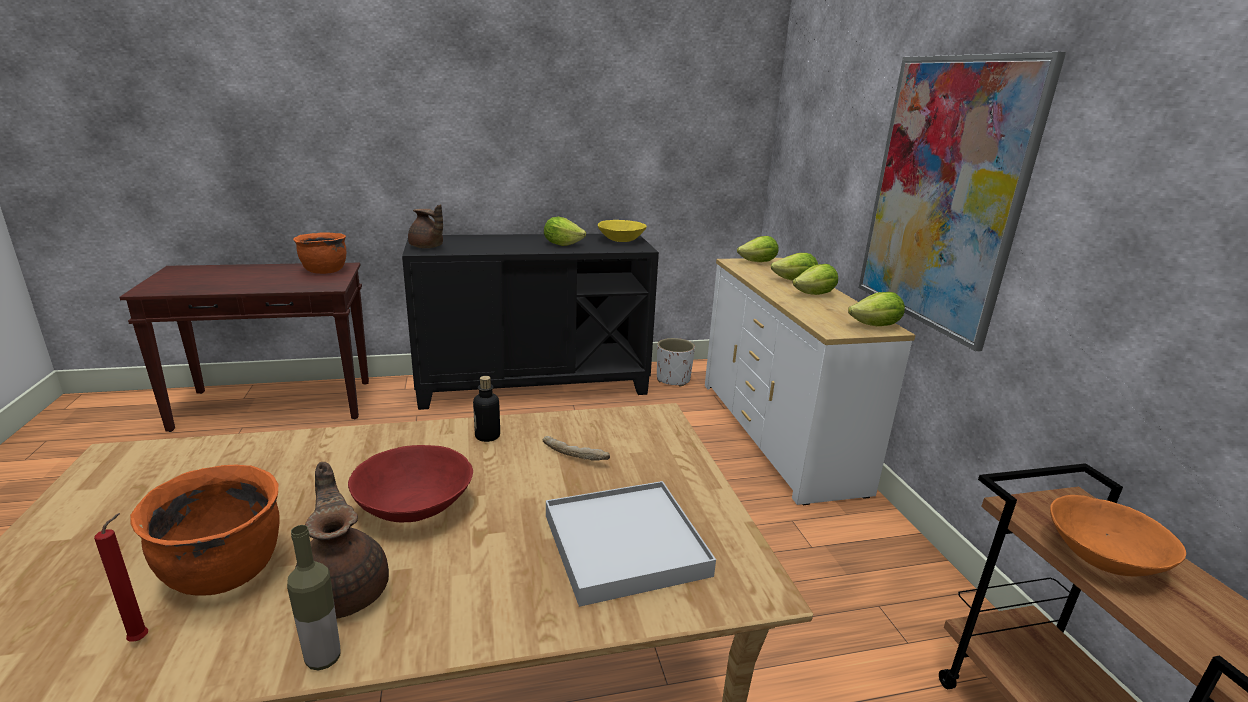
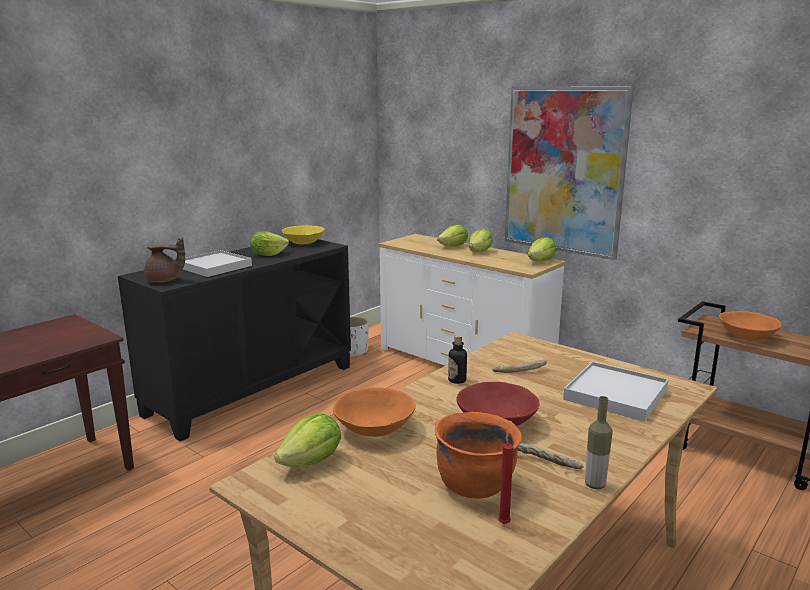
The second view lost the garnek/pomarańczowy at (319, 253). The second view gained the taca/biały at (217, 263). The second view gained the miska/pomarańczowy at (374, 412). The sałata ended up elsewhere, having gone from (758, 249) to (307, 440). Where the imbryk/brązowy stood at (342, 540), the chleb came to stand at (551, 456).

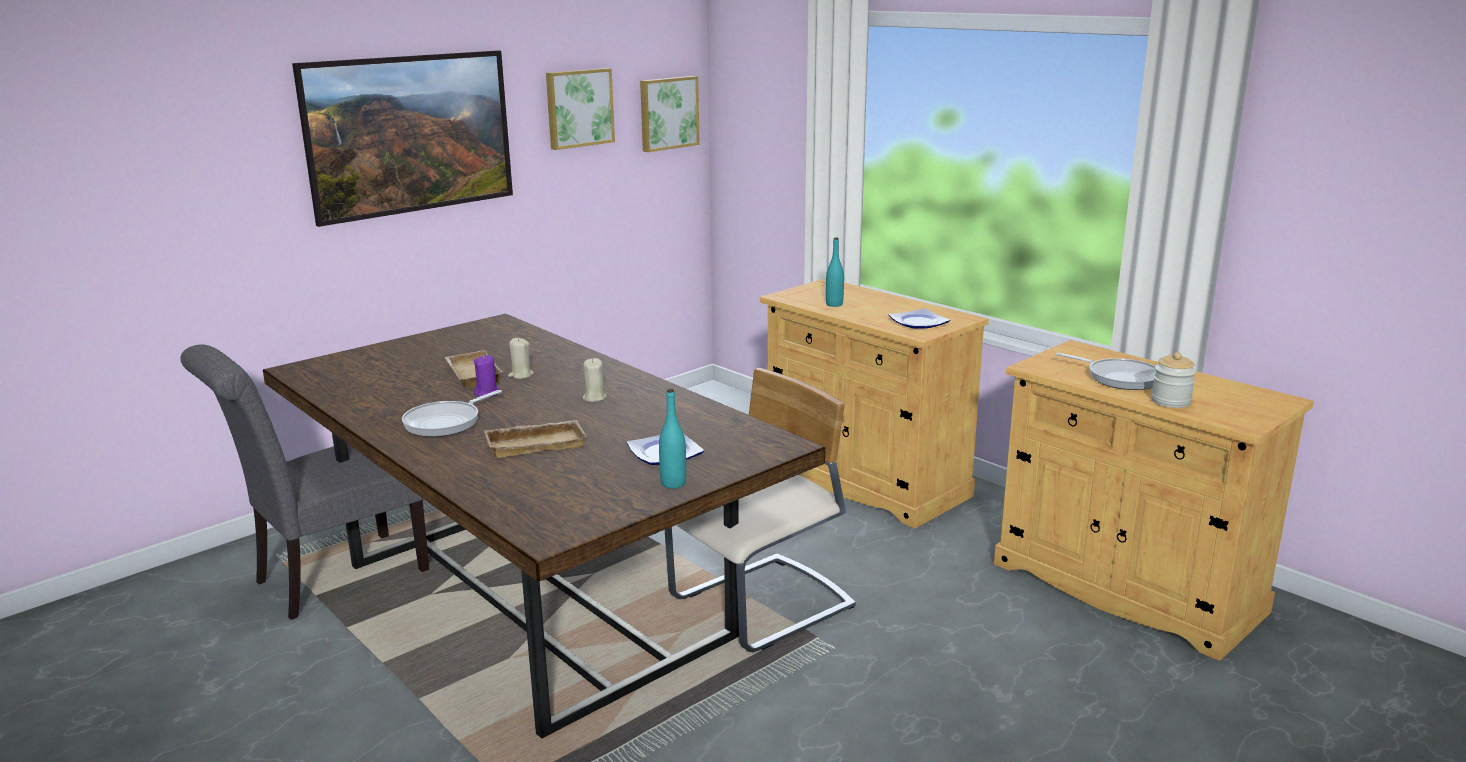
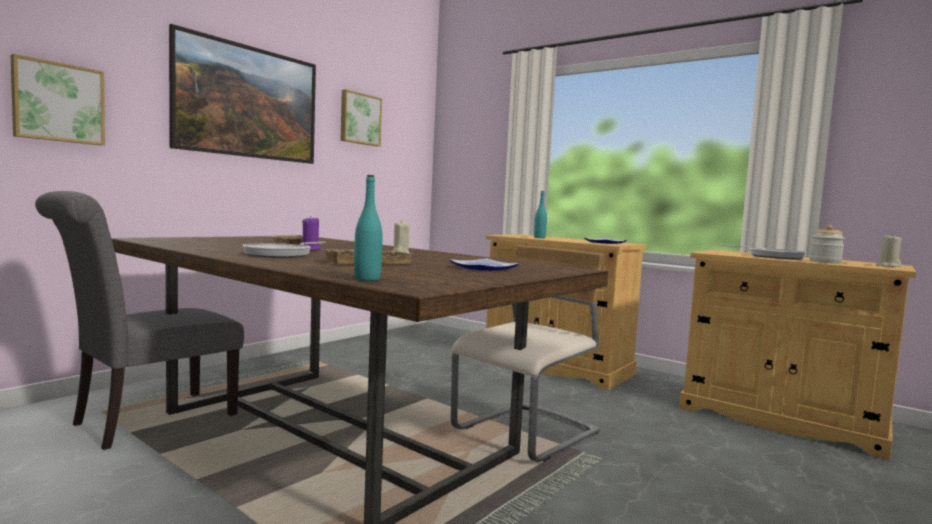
The świeca/beżowy ended up elsewhere, having gone from (521, 358) to (889, 250). The obraz ended up elsewhere, having gone from (670, 114) to (58, 99). The butelka/turkusowy ended up elsewhere, having gone from (672, 439) to (368, 228).

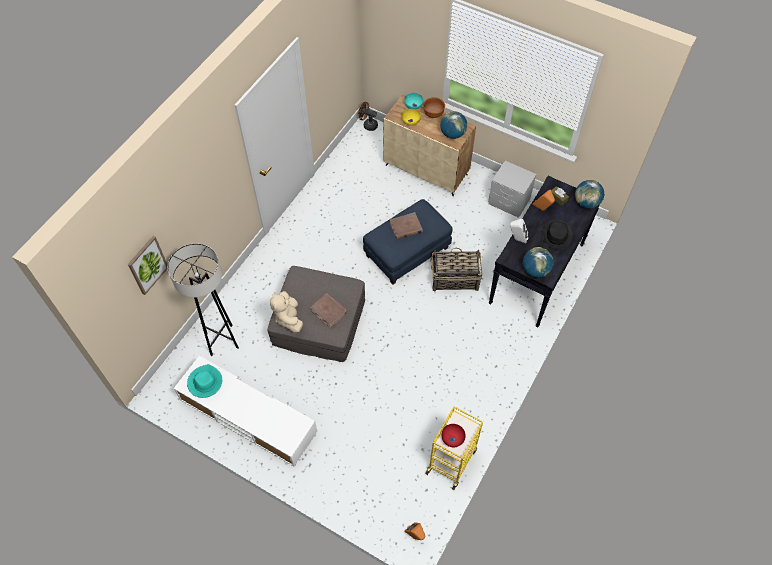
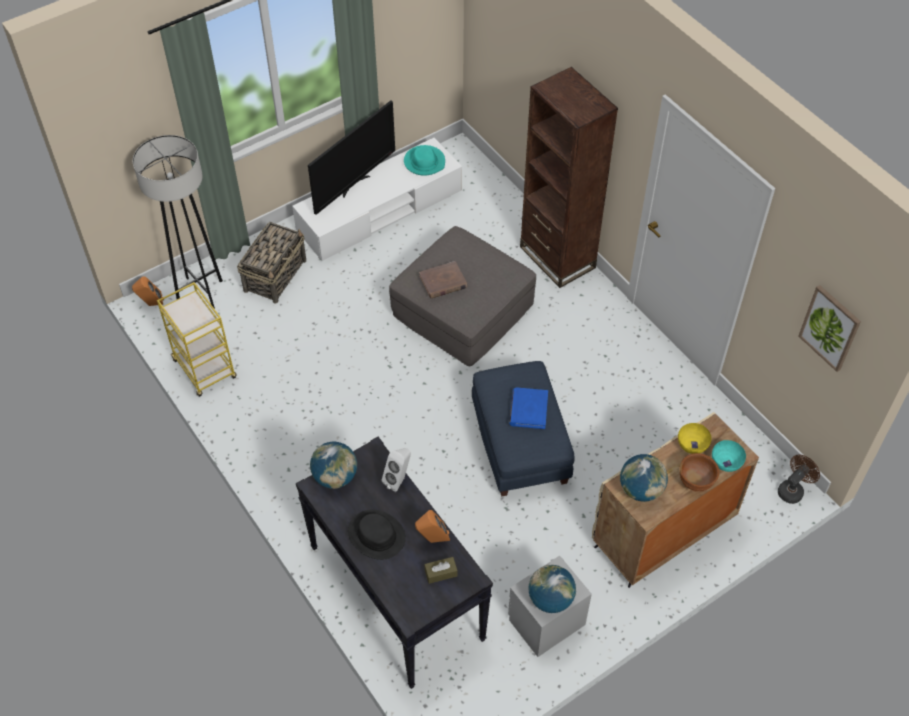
The second view lost the pluszak/beżowy at (286, 312). The second view lost the miska/czerwony at (453, 435). The second view gained the telewizor at (351, 157). The second view gained the regał/brązowy at (569, 177). The obraz ended up elsewhere, having gone from (148, 265) to (829, 328). The lampa stojąca/szary ended up elsewhere, having gone from (203, 299) to (178, 222). The koszyk ended up elsewhere, having gone from (456, 269) to (271, 263). The globus ended up elsewhere, having gone from (589, 194) to (552, 589). What was the książka/brązowy at (406, 226) turned into the książka/niebieski at (528, 408).

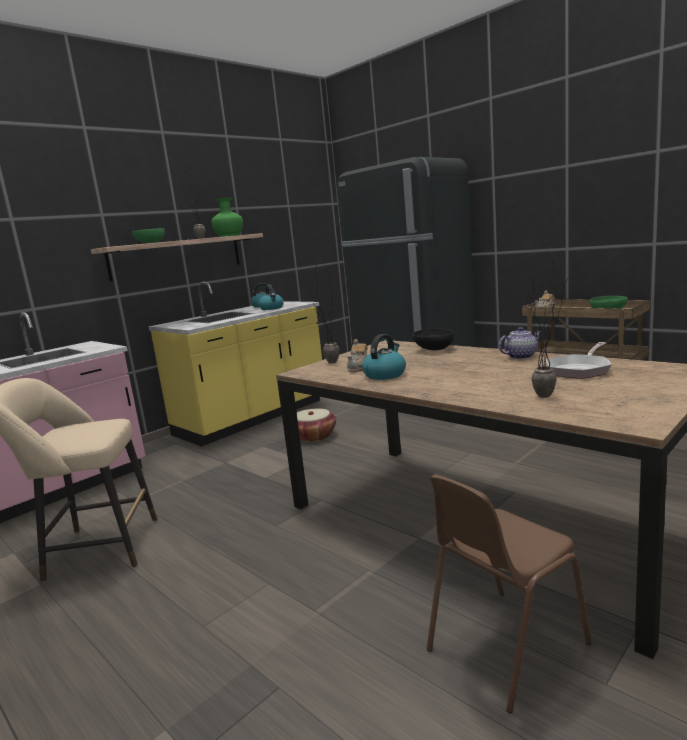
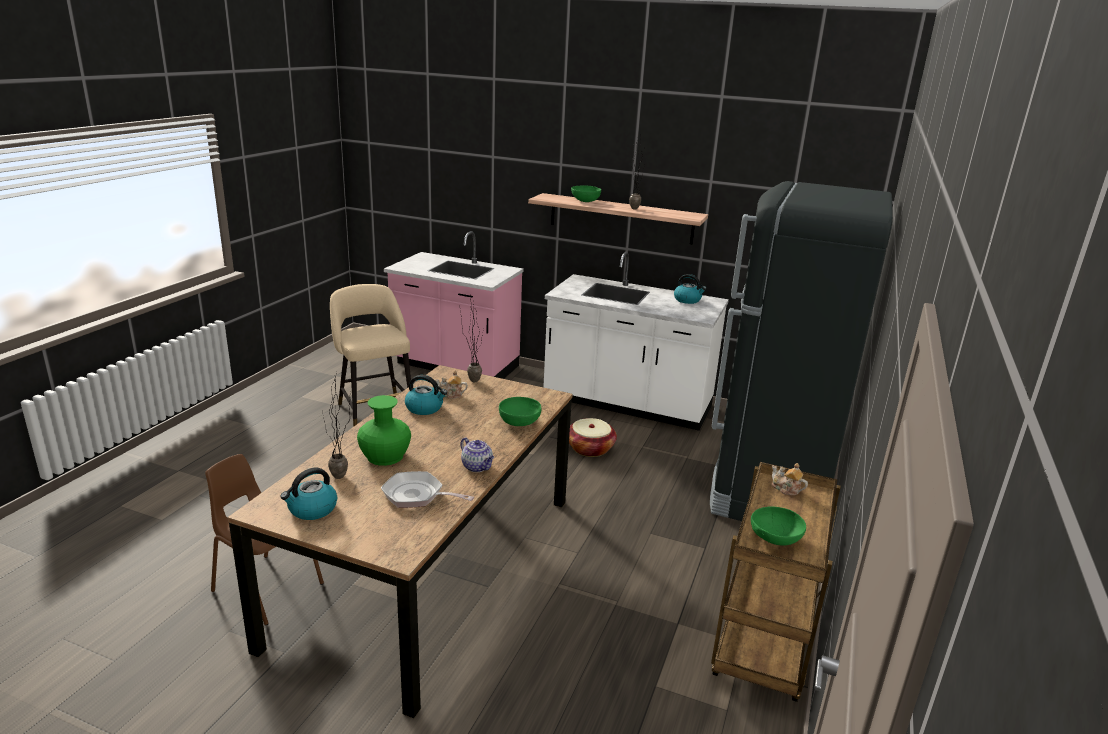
The wazon/zielony ended up elsewhere, having gone from (227, 217) to (384, 430). The czajnik ended up elsewhere, having gone from (271, 297) to (308, 493). What was the zabudowa kuchenna/żółty at (235, 364) turned into the zabudowa kuchenna/biały at (636, 341). What was the miska/czarny at (433, 339) turned into the miska/zielony at (520, 411).

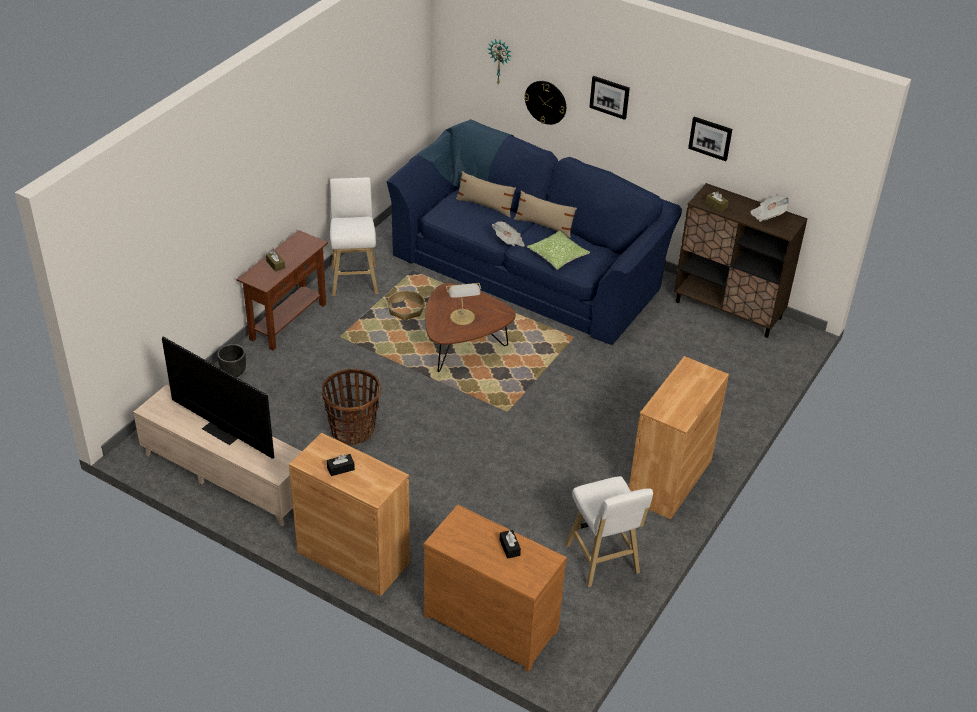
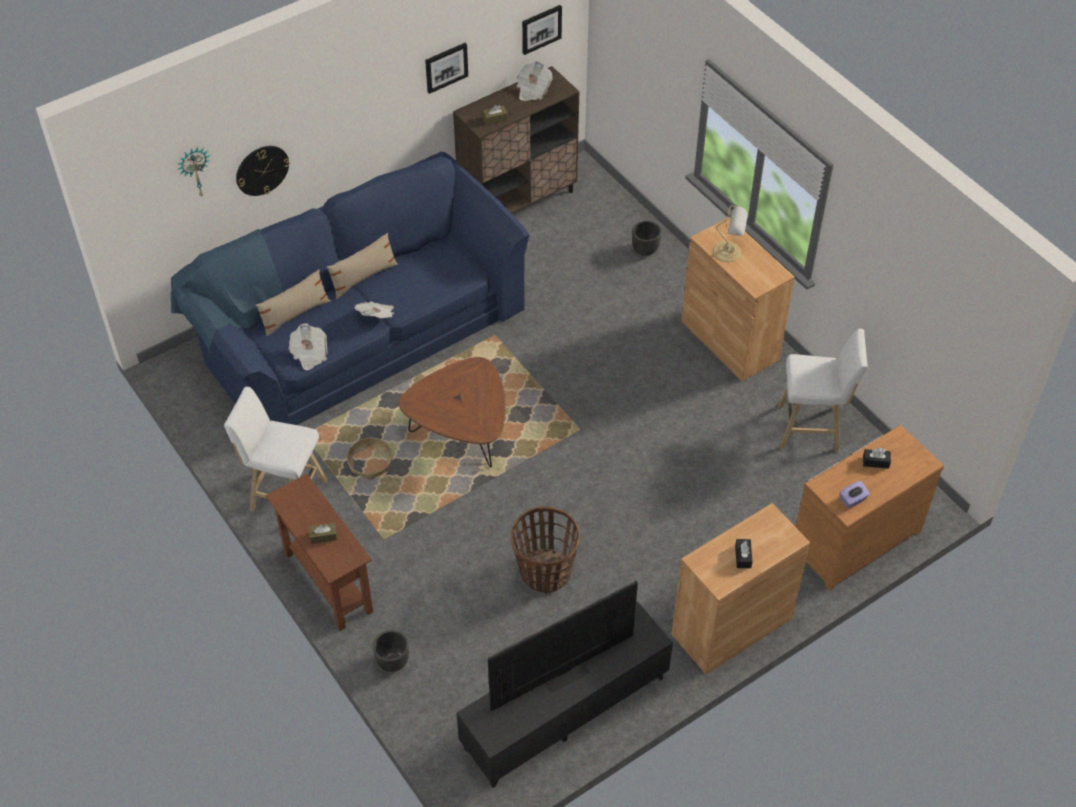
The second view lost the poduszka at (558, 250). The second view gained the gazeta at (308, 346). The second view gained the donica/czarny at (646, 238). The second view gained the pudełko chusteczek/fioletowy at (854, 494). The lampa stołowa ended up elsewhere, having gone from (463, 304) to (730, 234). The obraz ended up elsewhere, having gone from (609, 98) to (542, 30). What was the szafka pod telewizor/beżowy at (217, 455) turned into the szafka pod telewizor/czarny at (565, 694).

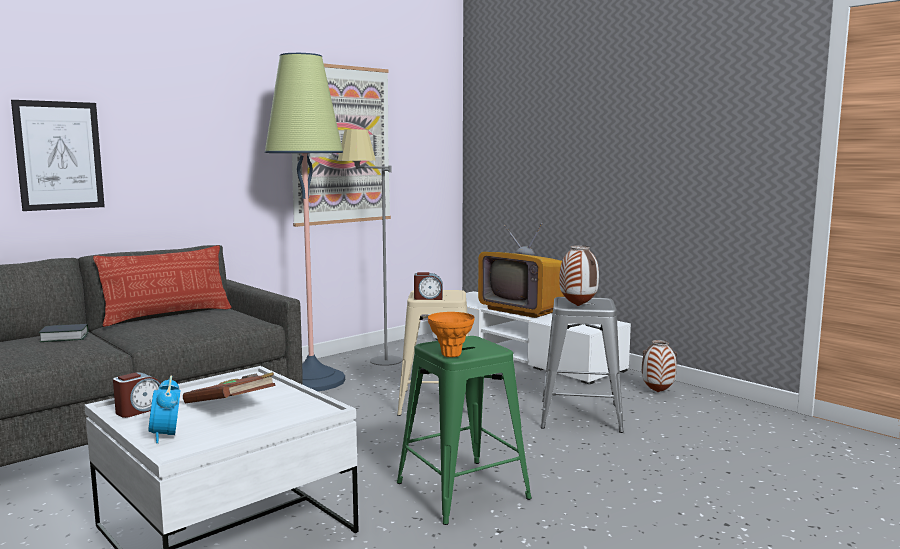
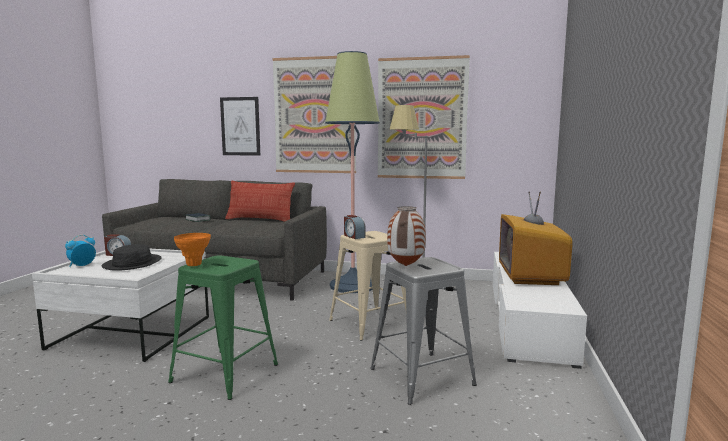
The second view lost the wazon at (659, 366). The second view gained the obraz at (314, 114). Where the książka/brązowy stood at (229, 387), the kapelusz/czarny came to stand at (131, 257).

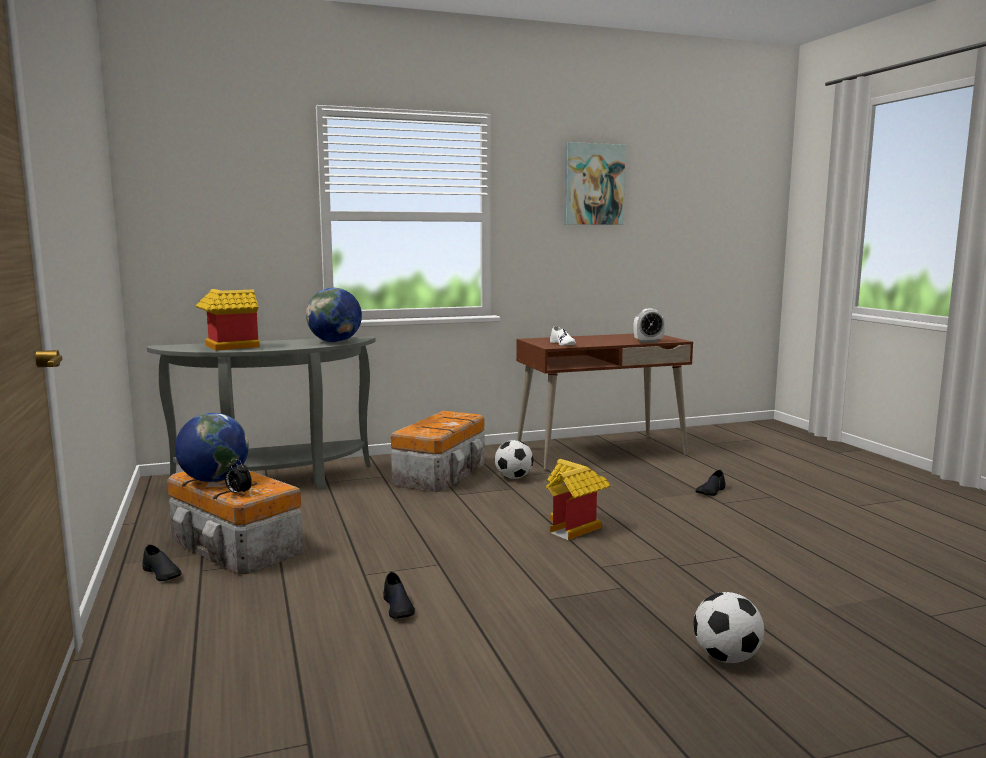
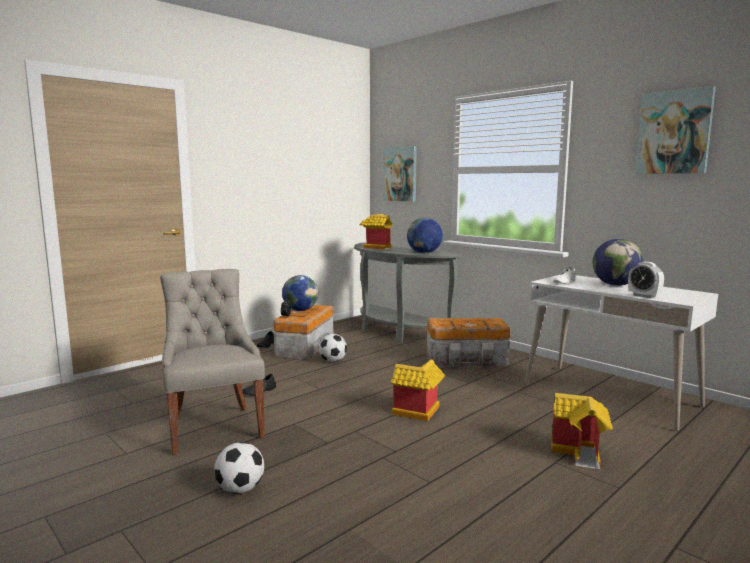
The second view gained the krzesło/szary at (212, 362). The second view gained the obraz at (400, 174). The second view gained the globus at (618, 262). The piłka futbolowa ended up elsewhere, having gone from (514, 459) to (333, 348). Where the but/czarny stood at (710, 483), the domek came to stand at (582, 431). What was the biurko/brązowy at (604, 402) turned into the biurko/biały at (621, 353).

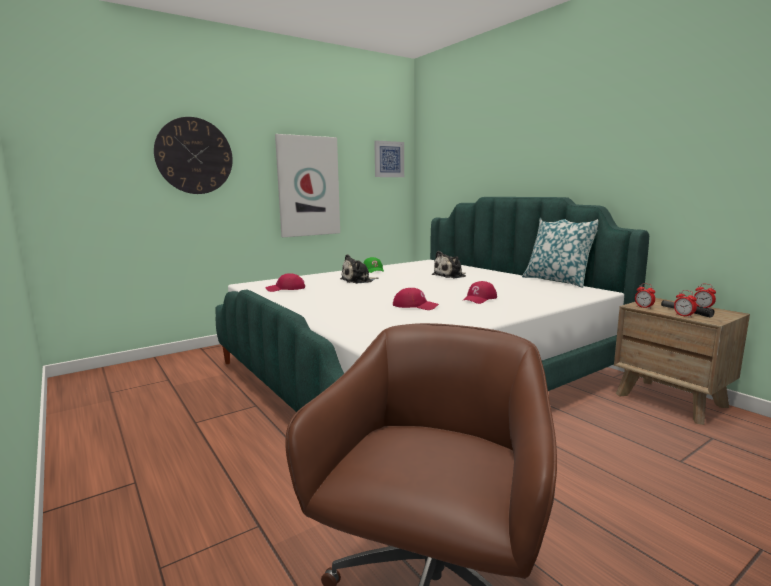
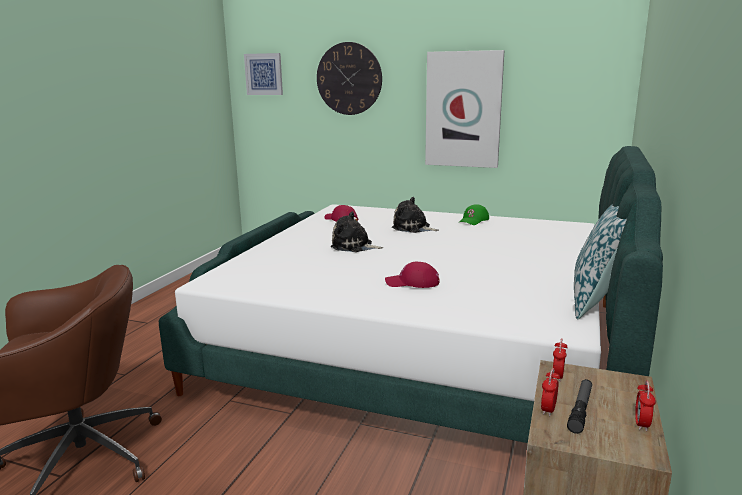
The second view lost the czapka z daszkiem/czerwony at (416, 299). The obraz ended up elsewhere, having gone from (389, 159) to (263, 74). The pluszak ended up elsewhere, having gone from (449, 265) to (357, 231).

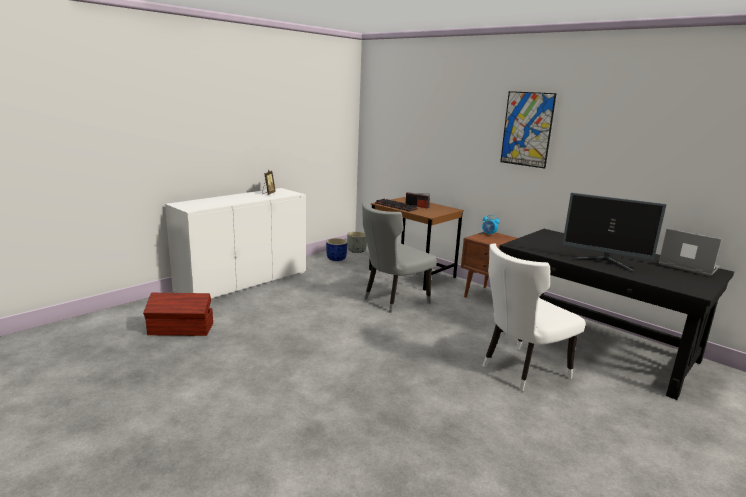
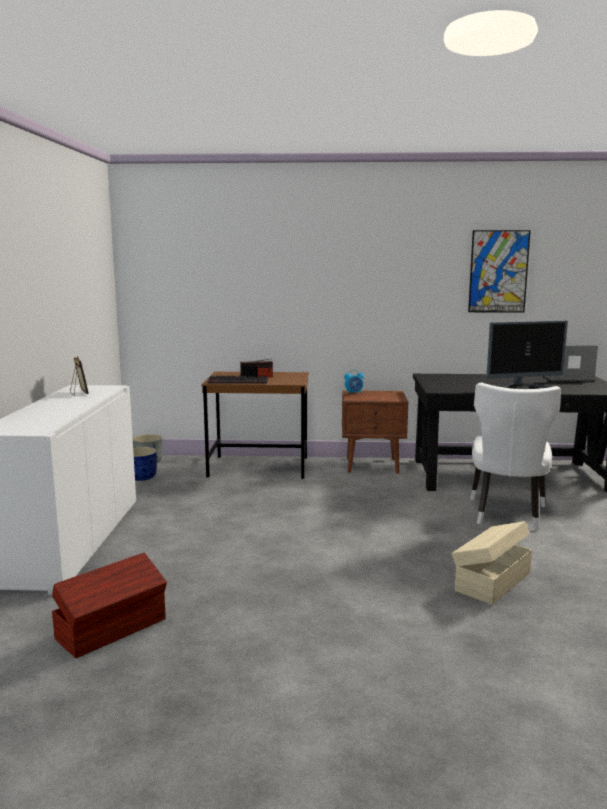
The second view lost the krzesło/szary at (399, 257). The second view gained the pojemnik do przechowywania/beżowy at (492, 563). The obraz ended up elsewhere, having gone from (528, 130) to (499, 271).

